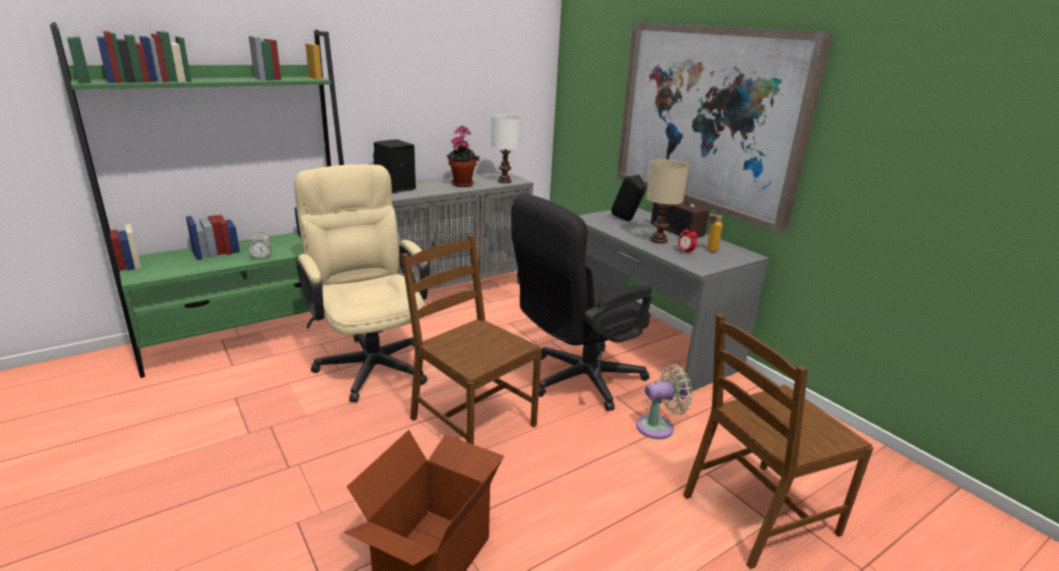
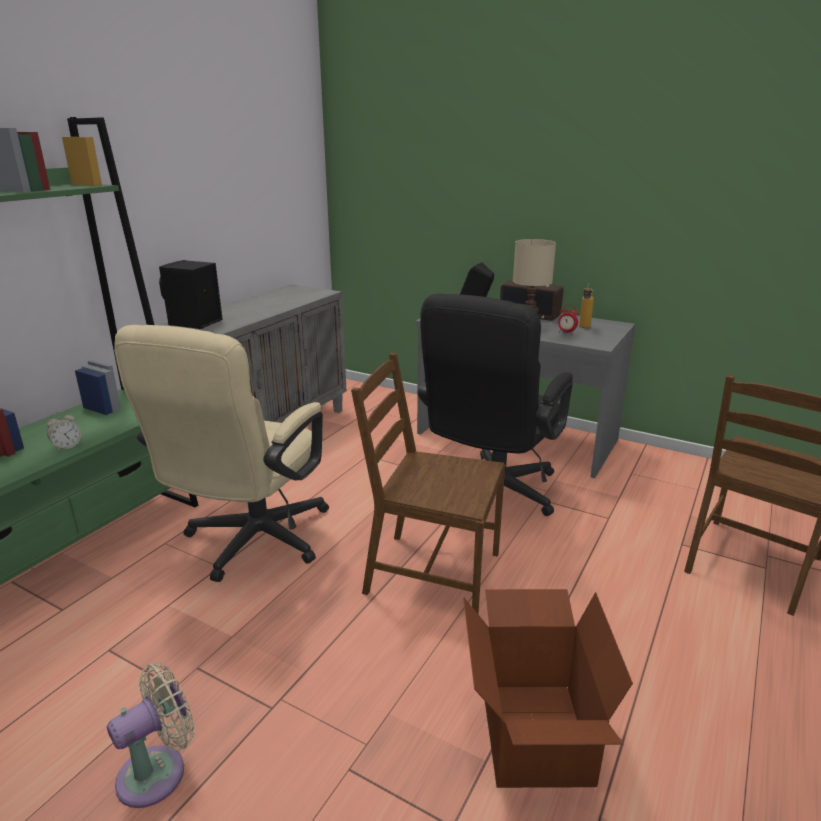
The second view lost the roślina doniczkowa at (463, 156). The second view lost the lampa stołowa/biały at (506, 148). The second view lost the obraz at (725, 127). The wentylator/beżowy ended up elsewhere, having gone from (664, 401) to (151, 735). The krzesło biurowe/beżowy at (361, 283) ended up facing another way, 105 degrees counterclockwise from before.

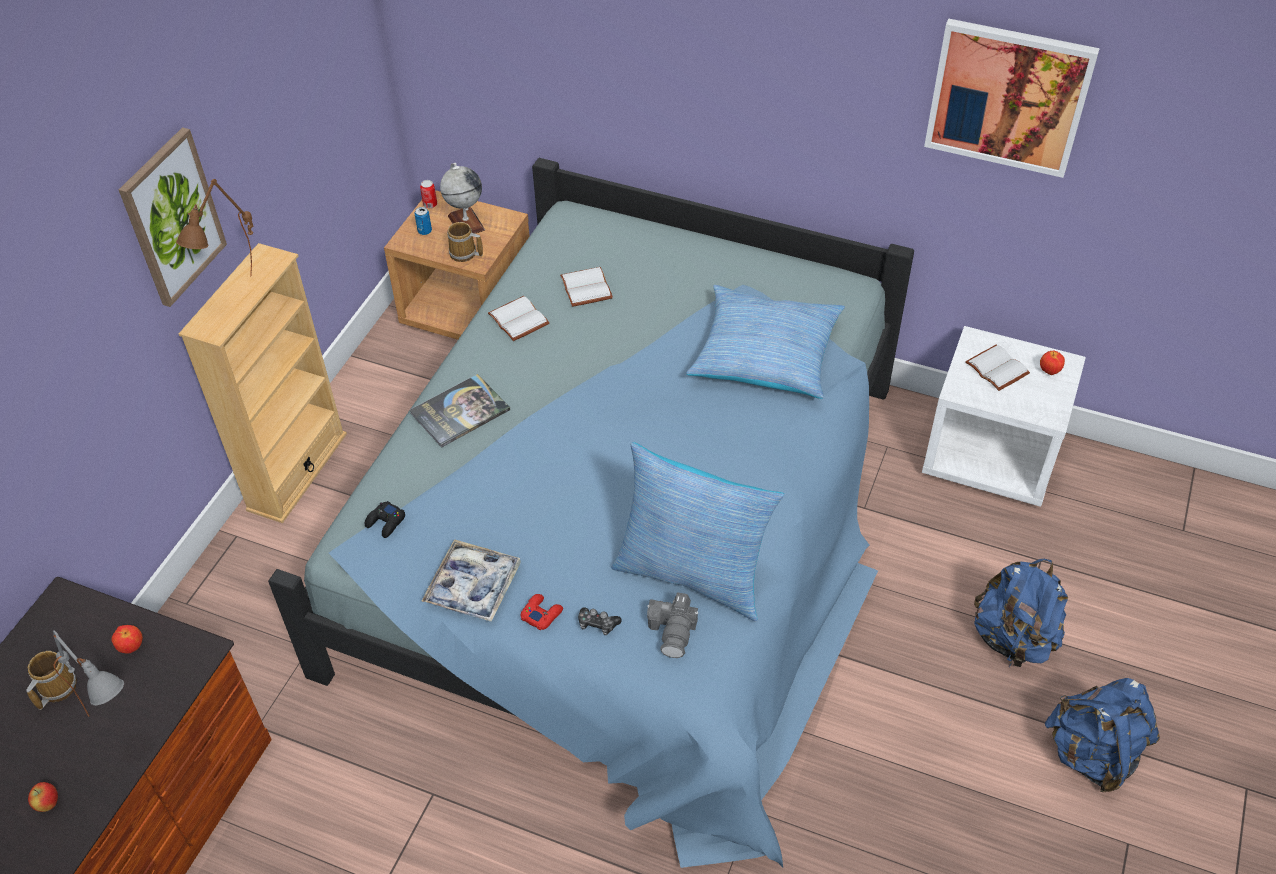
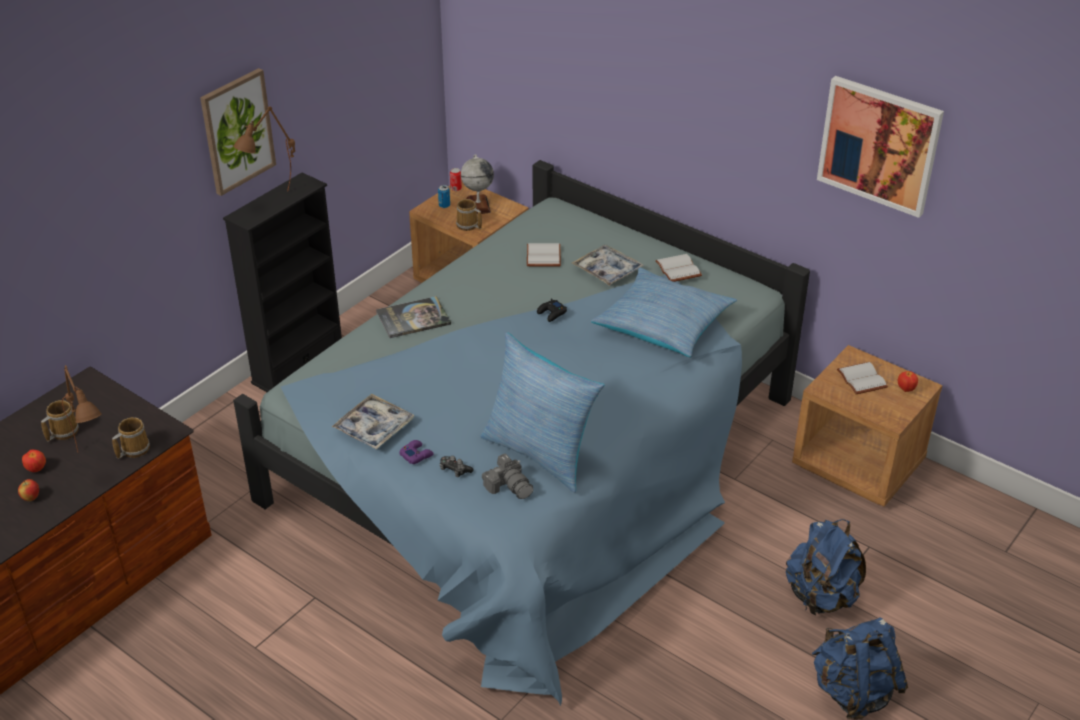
The second view gained the kubek at (131, 437). The second view gained the taca at (608, 265). The jabłko ended up elsewhere, having gone from (127, 639) to (34, 461). The pad do gier/czarny ended up elsewhere, having gone from (385, 519) to (552, 310). The książka/biały ended up elsewhere, having gone from (518, 318) to (678, 268). What was the lampa stołowa/szary at (88, 673) turned into the lampa stołowa/brązowy at (82, 408). What was the regał/beżowy at (263, 383) turned into the regał/czarny at (282, 282). What was the pad do gier/czerwony at (541, 612) turned into the pad do gier/fioletowy at (416, 452). What was the szafka nocna/biały at (1004, 416) turned into the szafka nocna/brązowy at (867, 426). The aparat fotograficzny at (672, 625) ended up facing another way, 60 degrees counterclockwise from before.

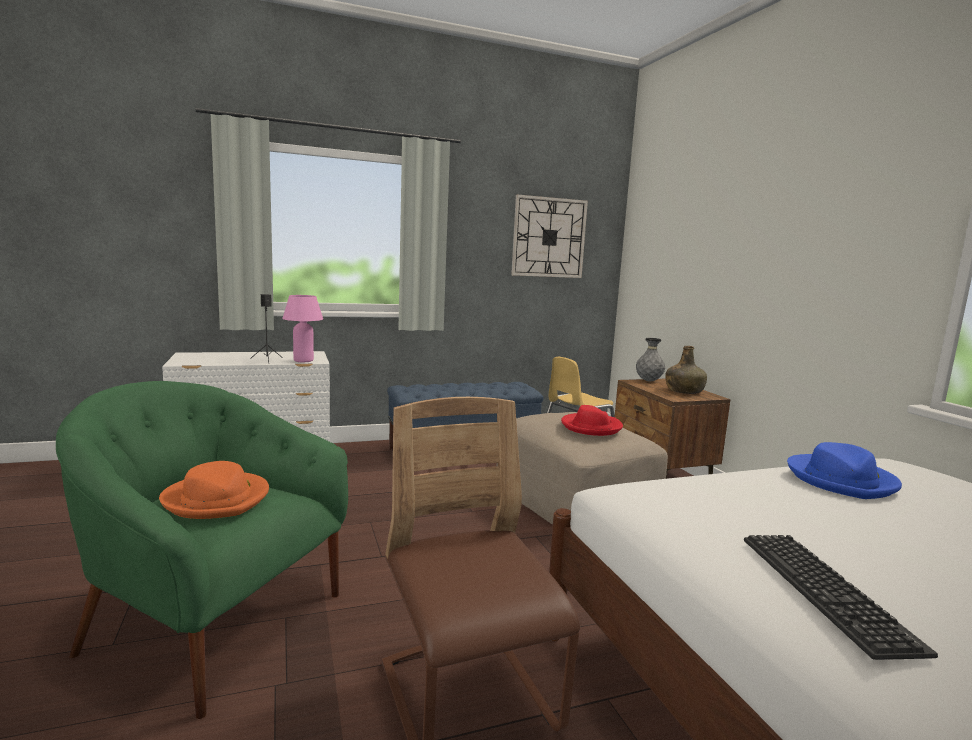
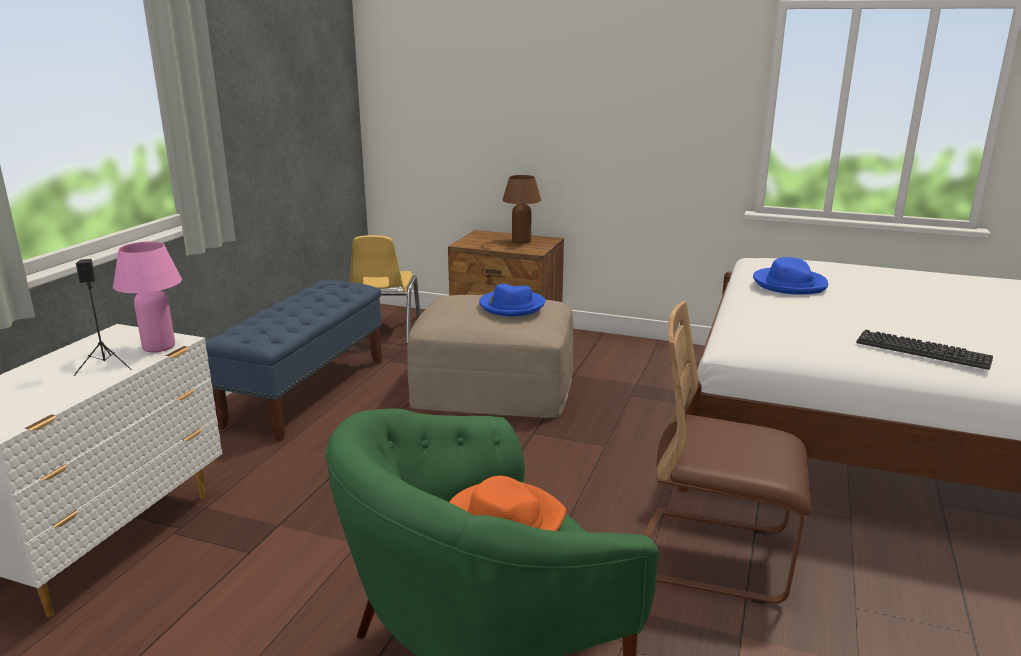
The second view lost the zegar ścienny at (549, 236). The second view lost the wazon/szary at (650, 360). Where the butelka/zielony stood at (686, 370), the lampa stołowa/brązowy came to stand at (521, 209). What was the kapelusz/czerwony at (592, 420) turned into the kapelusz/niebieski at (512, 300).

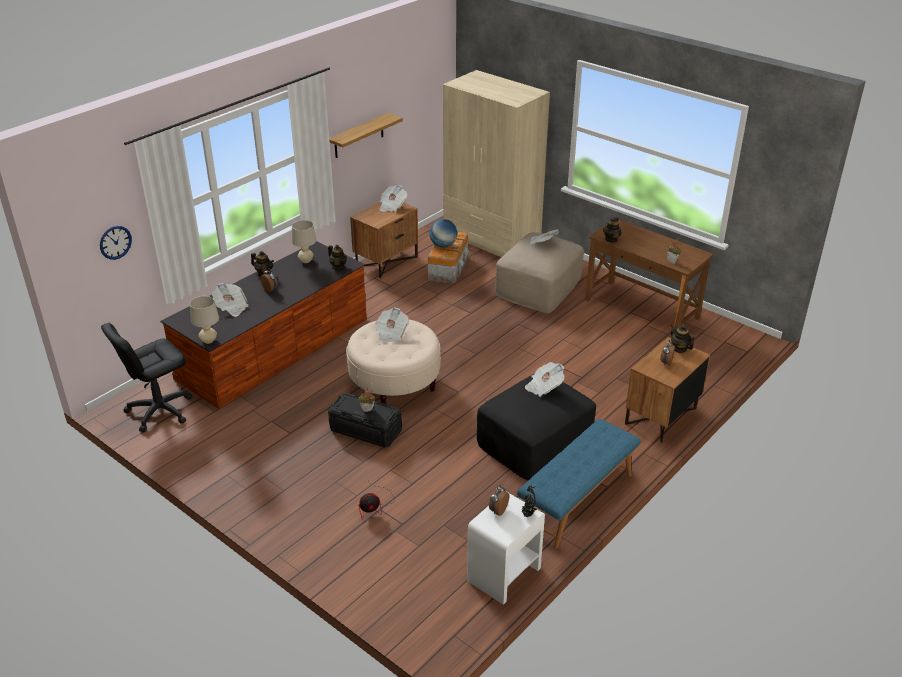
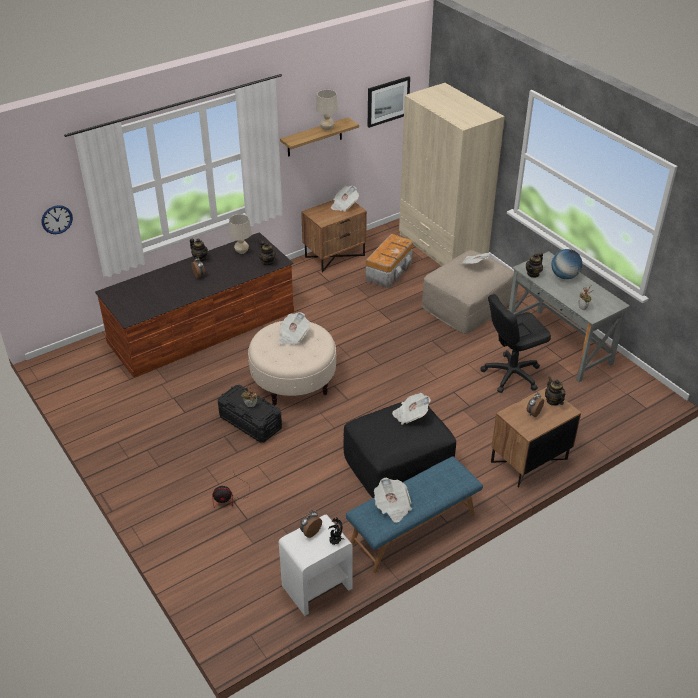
The second view gained the obraz at (389, 102). The krzesło biurowe/czarny ended up elsewhere, having gone from (147, 377) to (515, 343). The lampa stołowa/beżowy ended up elsewhere, having gone from (204, 320) to (327, 110). The gazeta ended up elsewhere, having gone from (230, 300) to (393, 500). The globus ended up elsewhere, having gone from (443, 233) to (567, 264). What was the biurko/brązowy at (649, 274) turned into the biurko/szary at (569, 316).

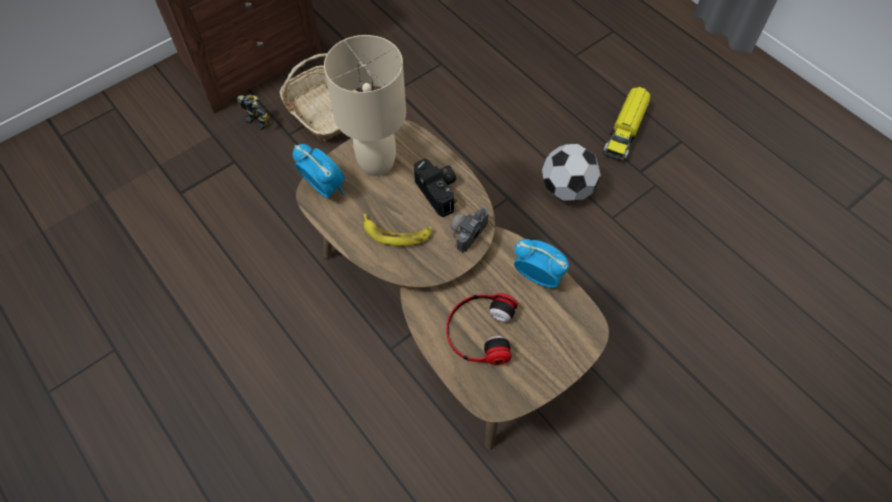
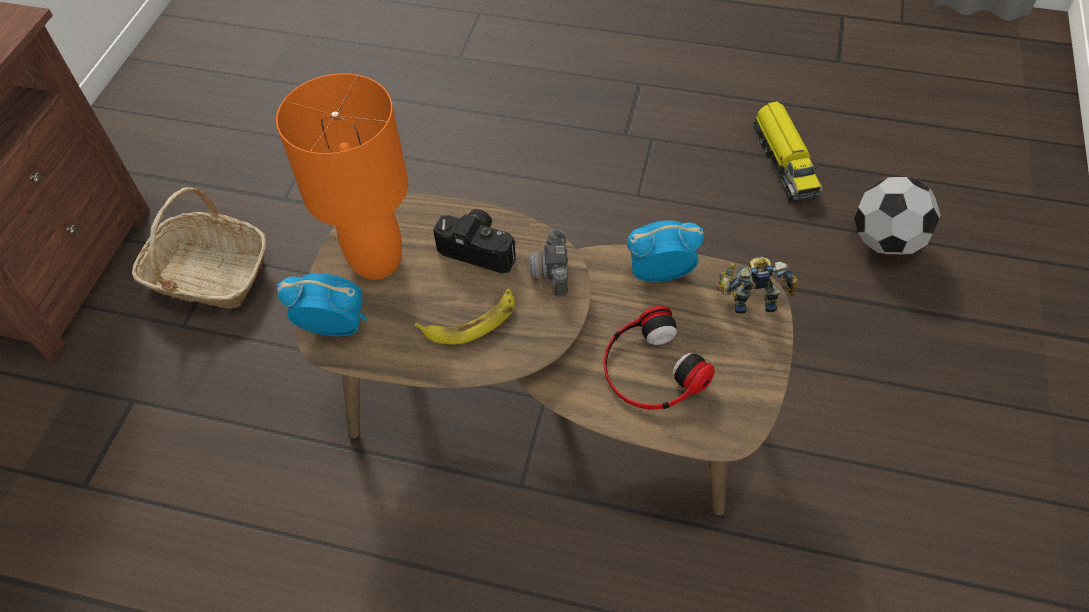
The robot zabawkowy ended up elsewhere, having gone from (254, 112) to (757, 285). The piłka futbolowa ended up elsewhere, having gone from (571, 172) to (897, 216). The ciężarówka zabawkowa ended up elsewhere, having gone from (627, 124) to (787, 151). What was the lampa stołowa/beżowy at (365, 105) turned into the lampa stołowa/pomarańczowy at (342, 176).

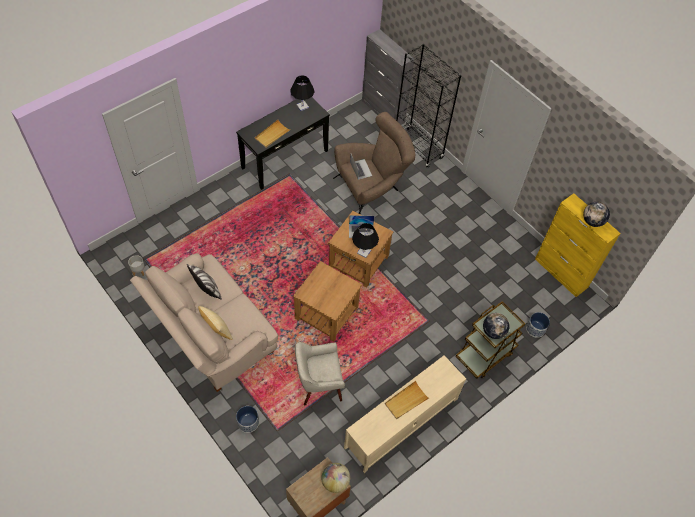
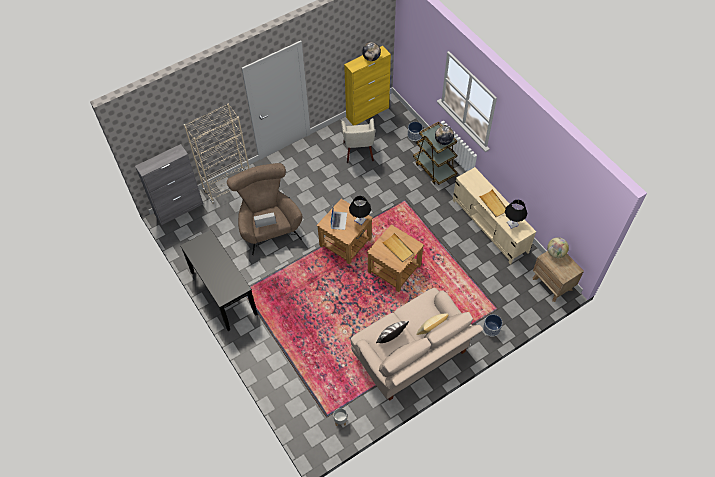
The taca/beżowy ended up elsewhere, having gone from (273, 134) to (398, 247). The lampa stołowa/czarny ended up elsewhere, having gone from (302, 93) to (516, 214). The fotel/beżowy ended up elsewhere, having gone from (320, 373) to (358, 140). What was the regał/czarny at (429, 106) turned into the regał/beżowy at (217, 153).

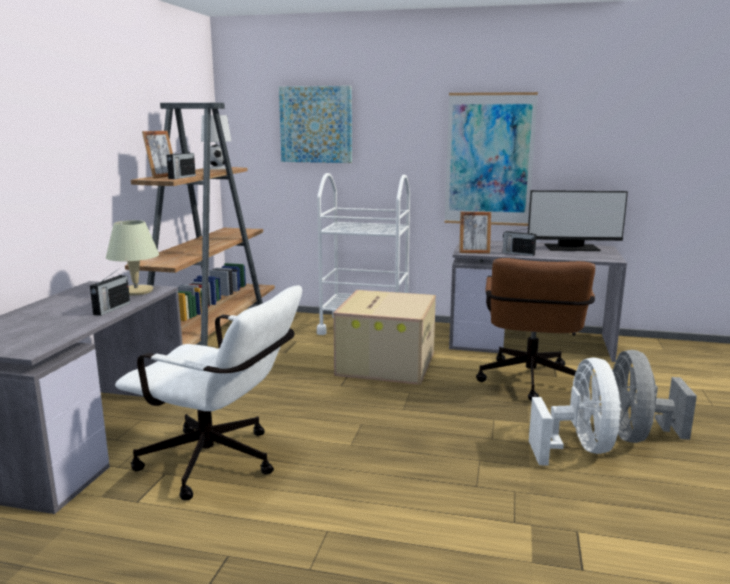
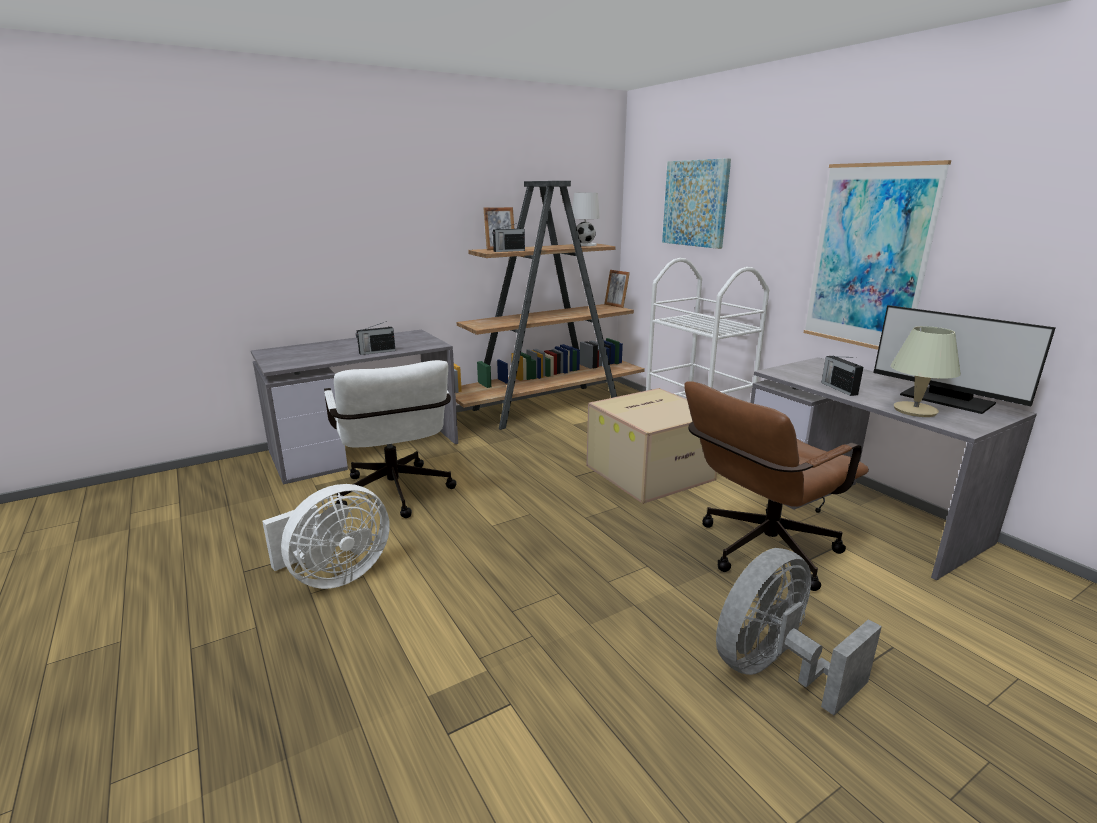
The lampa stołowa/beżowy ended up elsewhere, having gone from (132, 258) to (926, 371). The ramka na zdjęcie ended up elsewhere, having gone from (475, 233) to (617, 289). The wentylator/biały ended up elsewhere, having gone from (575, 411) to (326, 536).

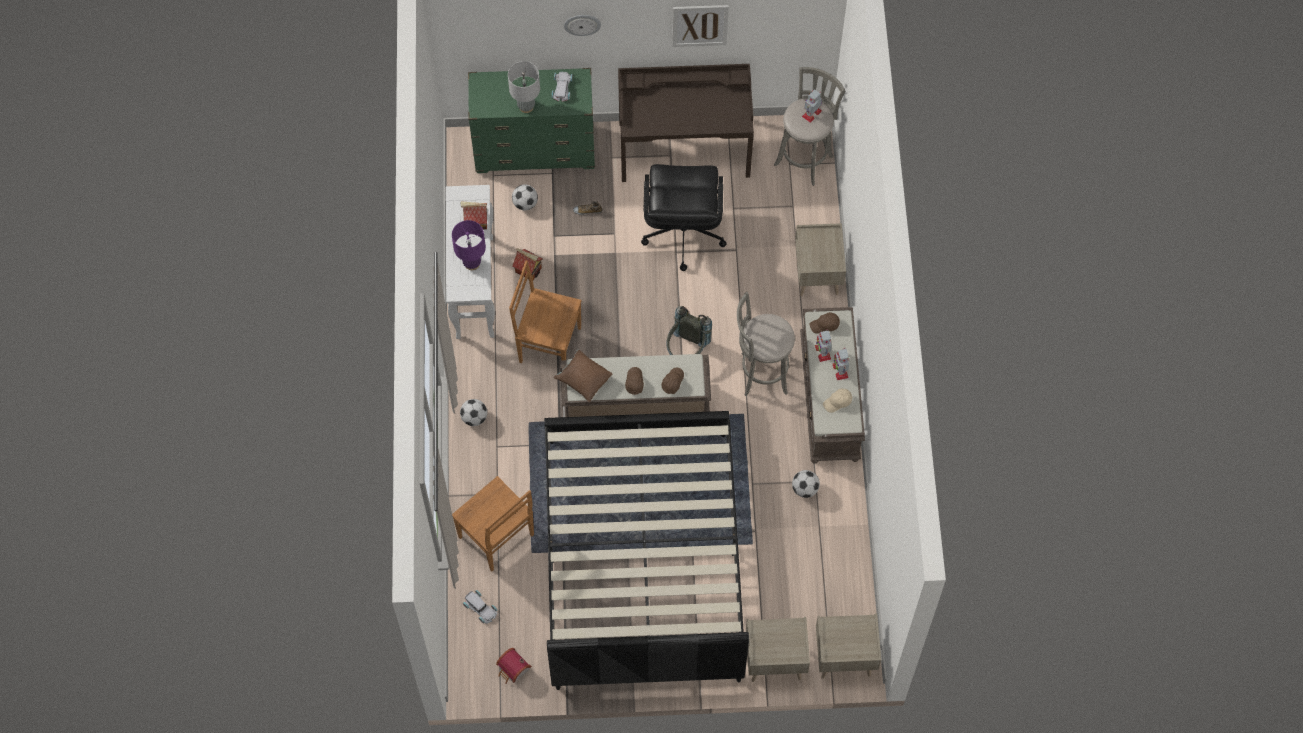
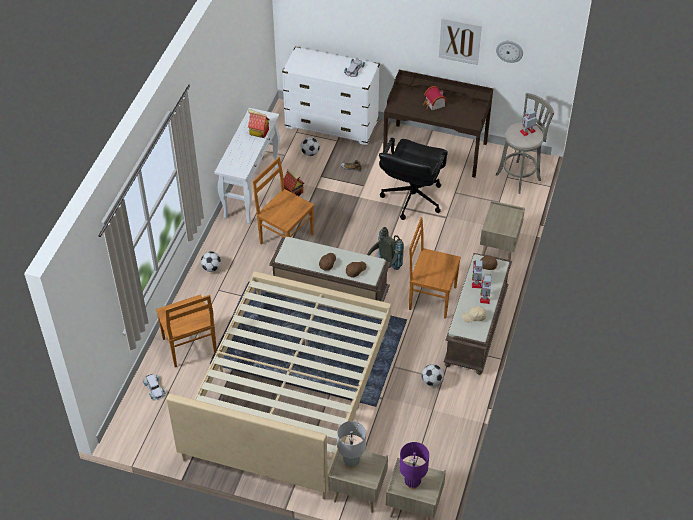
The second view lost the poduszka/brązowy at (583, 375). The lampa stołowa/fioletowy ended up elsewhere, having gone from (469, 245) to (414, 465). The domek ended up elsewhere, having gone from (514, 666) to (435, 98). The lampa stołowa/szary ended up elsewhere, having gone from (524, 87) to (351, 444). The zegar ścienny ended up elsewhere, having gone from (582, 25) to (509, 52). Where the stołek/szary stood at (766, 344), the krzesło/brązowy came to stand at (435, 268). What was the komoda/zielony at (531, 120) turned into the komoda/biały at (331, 96). What was the łóżko/czarny at (646, 550) turned into the łóżko/beżowy at (279, 385).

